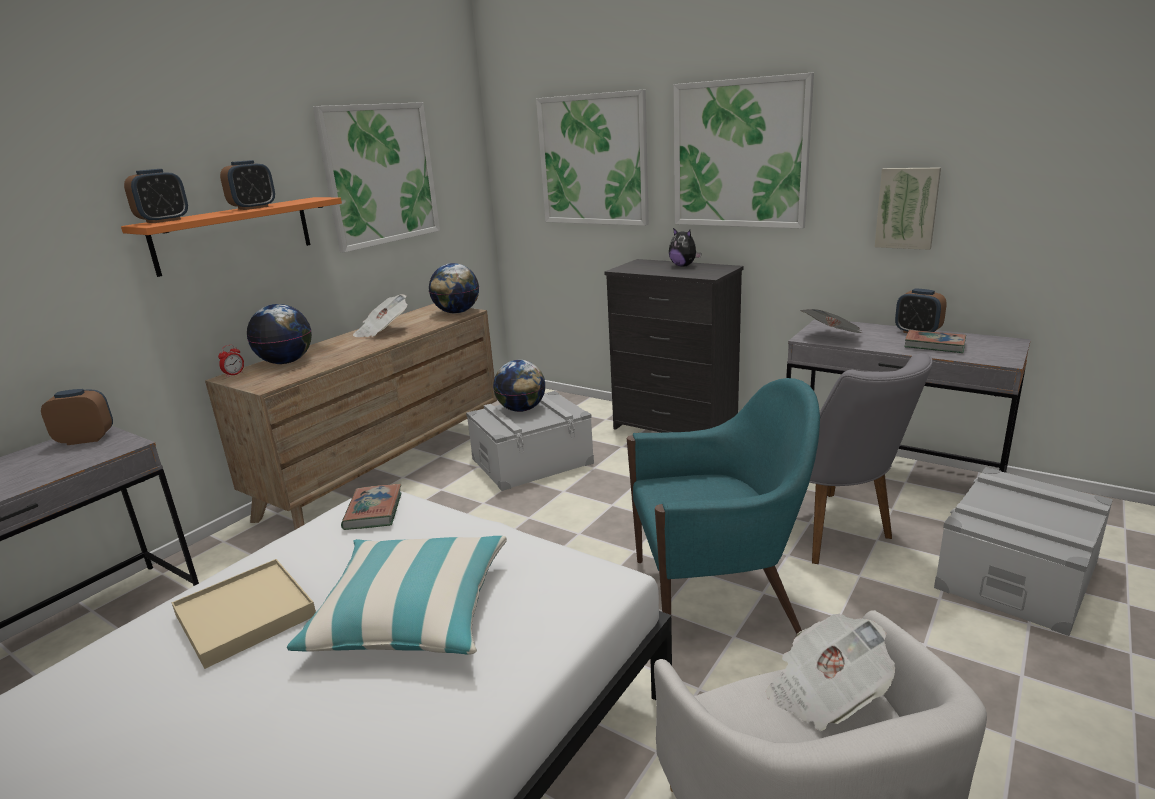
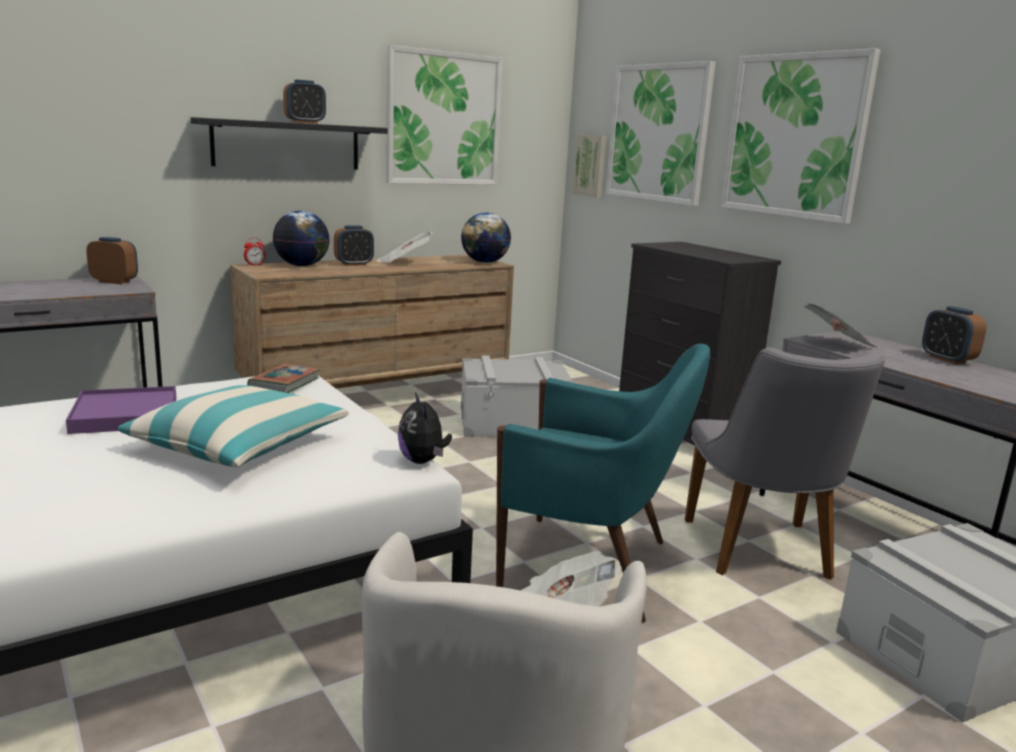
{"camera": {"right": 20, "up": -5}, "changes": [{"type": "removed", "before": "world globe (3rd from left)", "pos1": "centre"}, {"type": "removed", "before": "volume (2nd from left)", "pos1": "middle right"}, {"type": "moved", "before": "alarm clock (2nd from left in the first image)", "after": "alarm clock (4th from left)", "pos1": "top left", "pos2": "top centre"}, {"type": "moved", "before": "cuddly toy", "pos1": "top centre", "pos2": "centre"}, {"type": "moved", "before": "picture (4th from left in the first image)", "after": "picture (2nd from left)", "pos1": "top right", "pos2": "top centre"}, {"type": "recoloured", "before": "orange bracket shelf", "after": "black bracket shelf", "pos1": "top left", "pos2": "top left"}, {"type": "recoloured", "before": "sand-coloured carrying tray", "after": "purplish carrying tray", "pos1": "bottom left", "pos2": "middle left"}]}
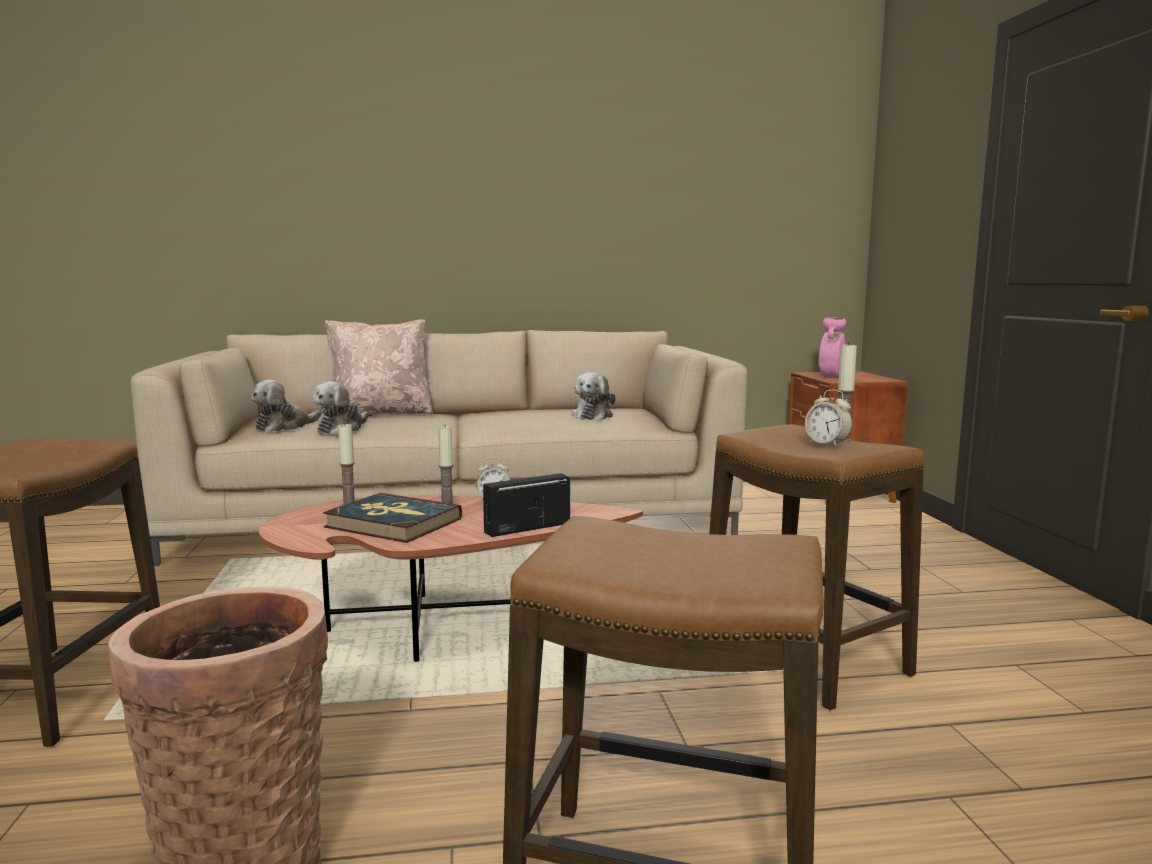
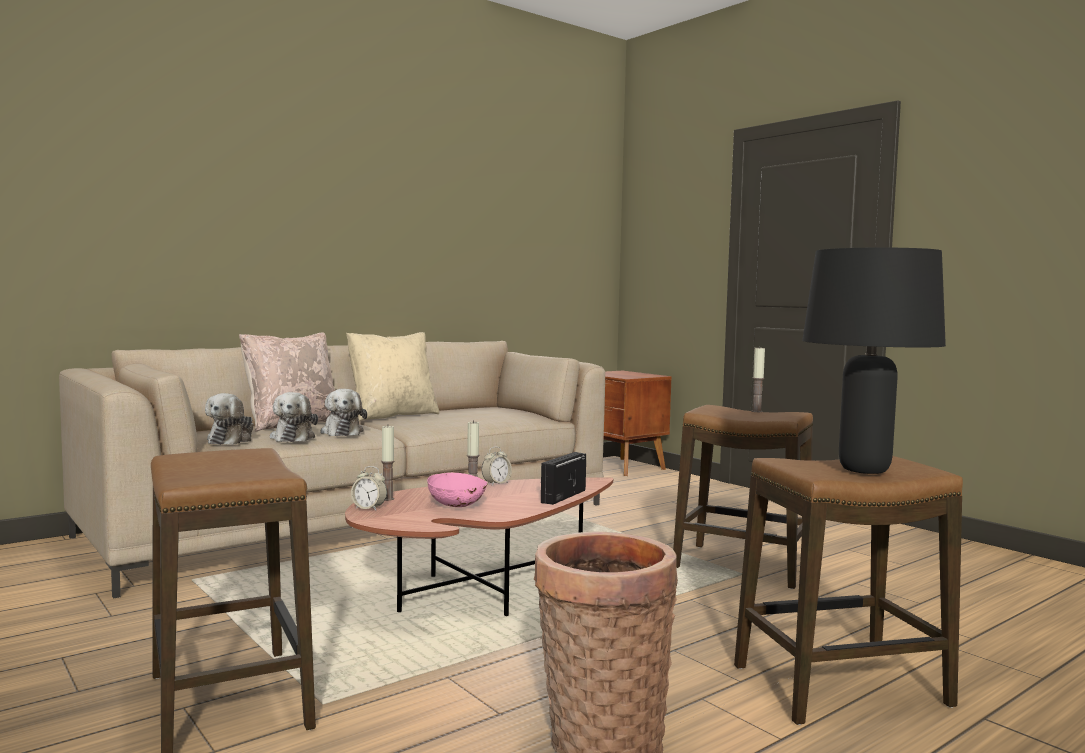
{"camera": {"right": -30, "up": -5}, "changes": [{"type": "removed", "before": "pinkish flower vase", "pos1": "middle right"}, {"type": "added", "after": "sand-coloured cushion (2nd from left)", "pos2": "centre"}, {"type": "added", "after": "black tabletop lamp", "pos2": "middle right"}, {"type": "moved", "before": "cuddly toy (3rd from left)", "pos1": "centre", "pos2": "middle left"}, {"type": "moved", "before": "alarm clock (2nd from left in the first image)", "after": "alarm clock (1st from left)", "pos1": "middle right", "pos2": "centre"}, {"type": "replaced", "before": "volume", "after": "pinkish bowl", "pos1": "centre", "pos2": "centre"}]}
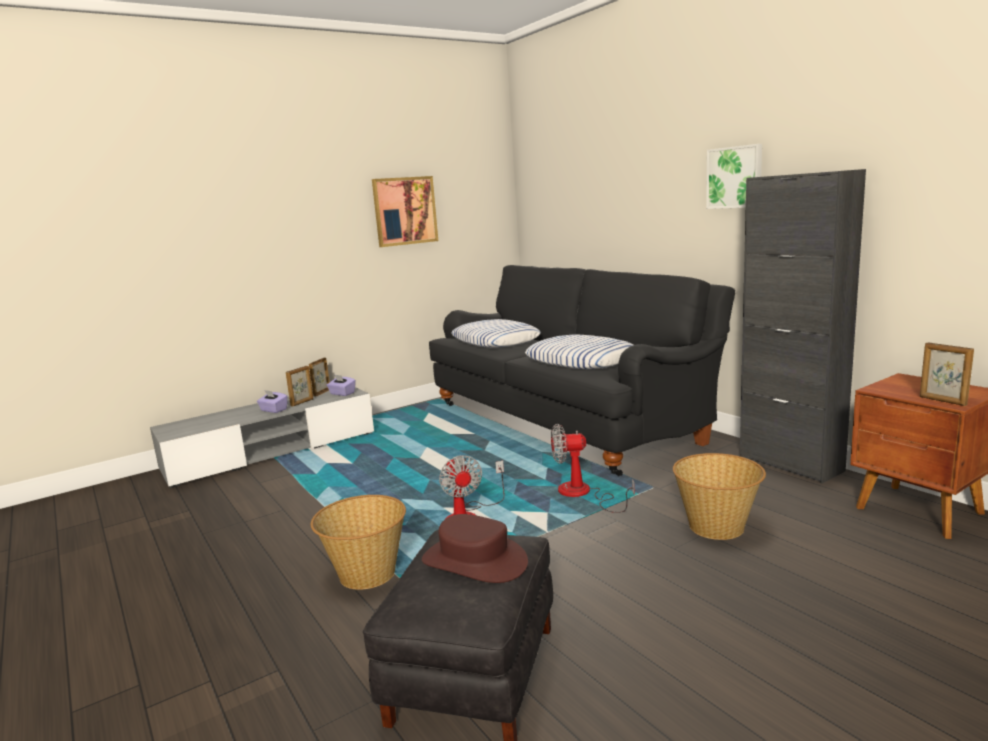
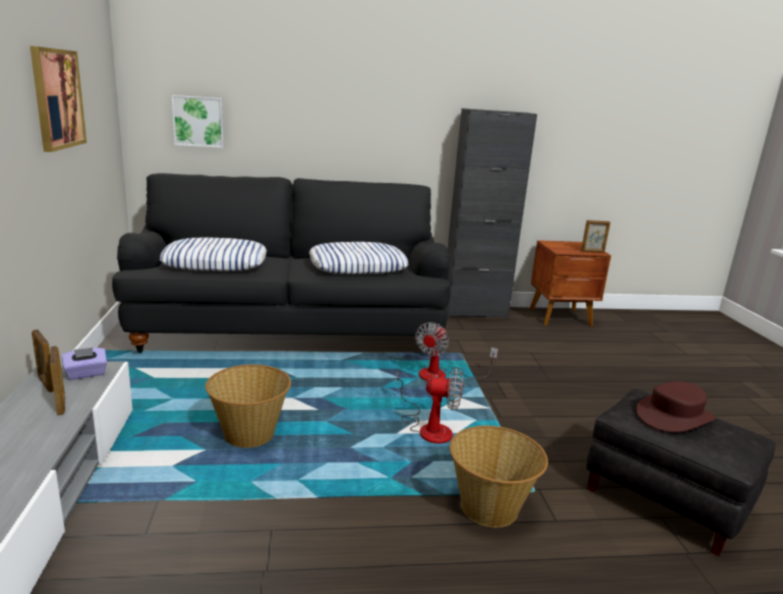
{"camera": {"right": -65, "up": 5}, "changes": [{"type": "removed", "before": "purplish tissue holder (1st from left)", "pos1": "middle left"}, {"type": "moved", "before": "household basket (2nd from left in the first image)", "after": "household basket (1st from left)", "pos1": "bottom right", "pos2": "bottom left"}, {"type": "moved", "before": "picture (2nd from left)", "pos1": "top right", "pos2": "top left"}]}
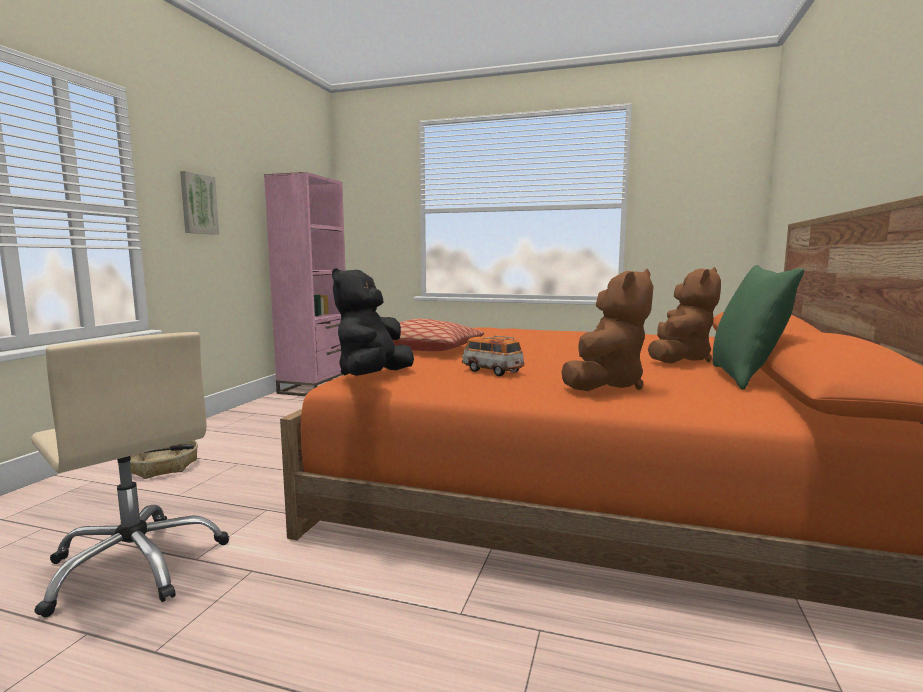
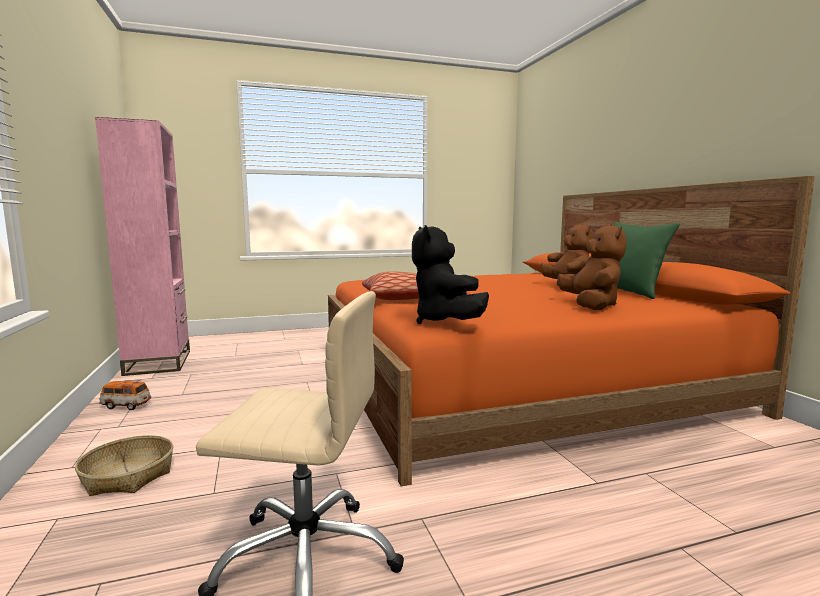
{"camera": {"right": -35, "up": 0}, "changes": [{"type": "removed", "before": "picture", "pos1": "top left"}, {"type": "moved", "before": "model car", "pos1": "centre", "pos2": "middle left"}]}
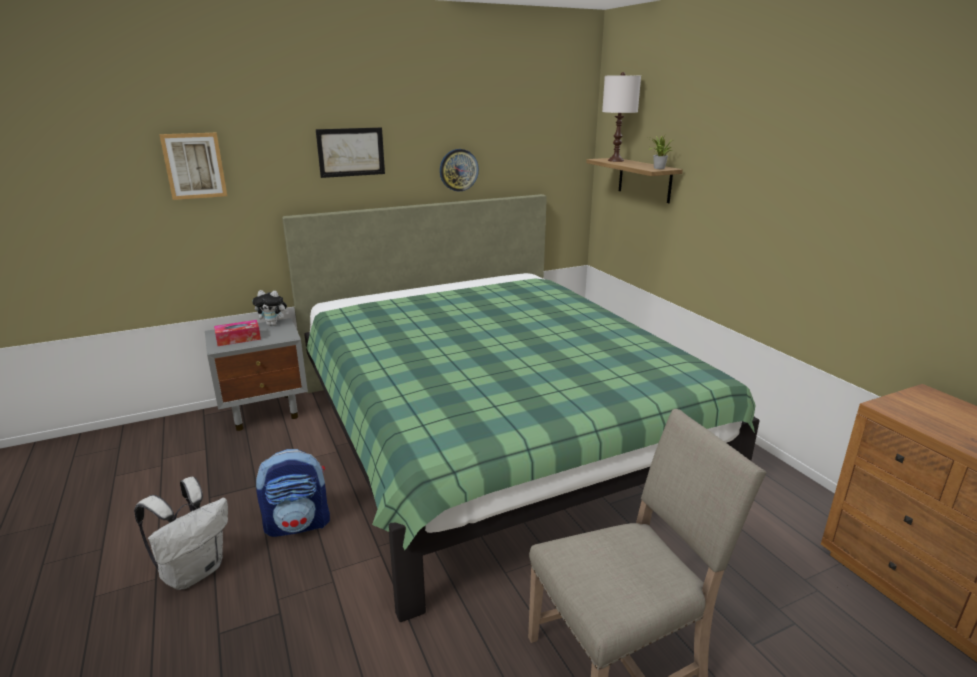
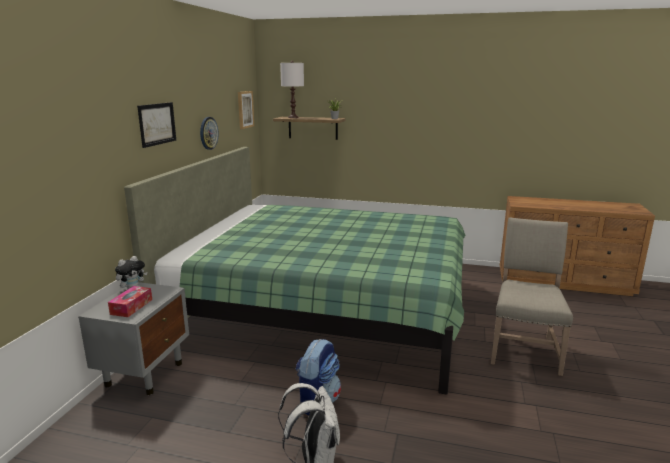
{"camera": {"right": -50, "up": -5}, "changes": [{"type": "moved", "before": "picture (1st from left in the first image)", "after": "picture (2nd from left)", "pos1": "top left", "pos2": "top centre"}]}
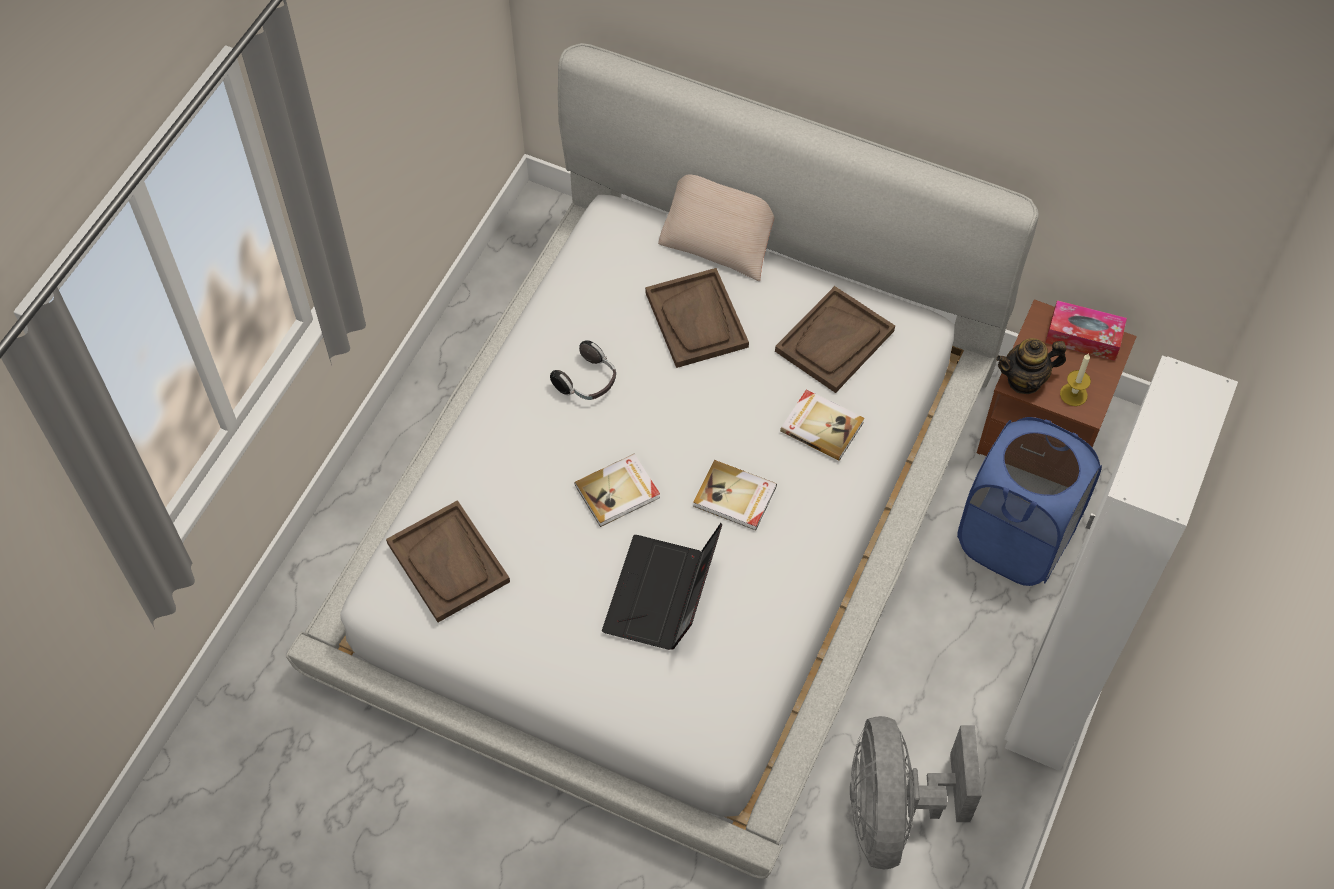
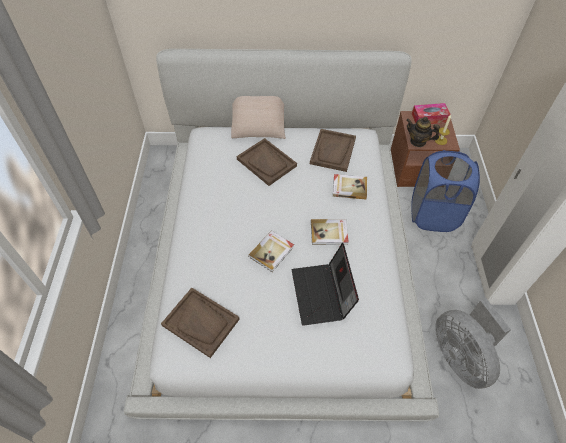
{"camera": {"right": -25, "up": -5}, "changes": [{"type": "removed", "before": "headphones", "pos1": "centre"}, {"type": "turned", "before": "pot for tea", "pos1": "middle right", "pos2": "top right", "turn": 60}]}
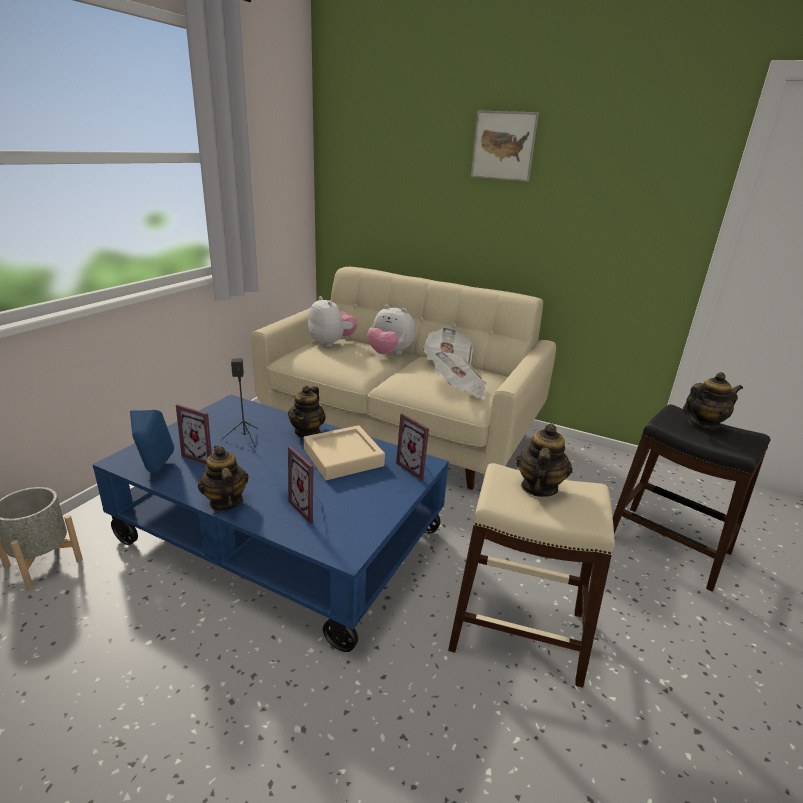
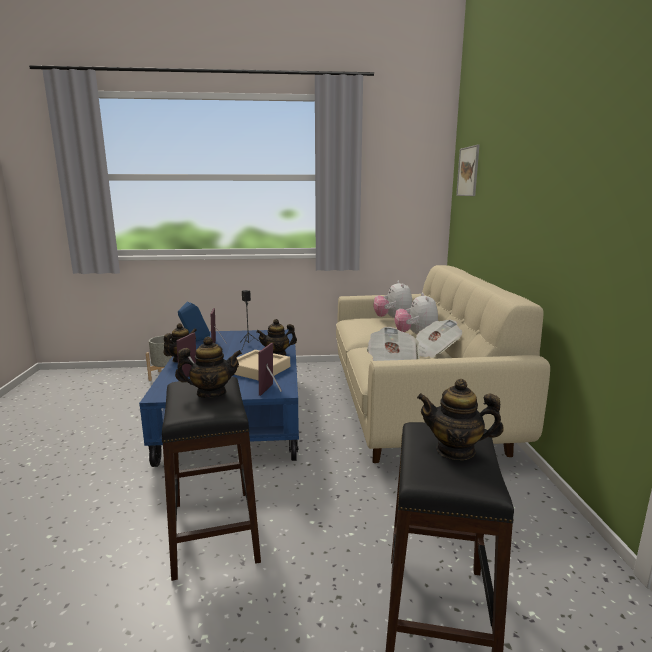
{"camera": {"right": 60, "up": -10}, "changes": [{"type": "moved", "before": "picture", "pos1": "top centre", "pos2": "top right"}, {"type": "recoloured", "before": "sand-coloured stool seat", "after": "black stool seat (1st from left)", "pos1": "bottom centre", "pos2": "bottom left"}, {"type": "turned", "before": "cuddly toy (1st from left)", "pos1": "centre", "pos2": "centre", "turn": 150}, {"type": "turned", "before": "pot for tea (4th from left)", "pos1": "middle right", "pos2": "middle right", "turn": 150}]}
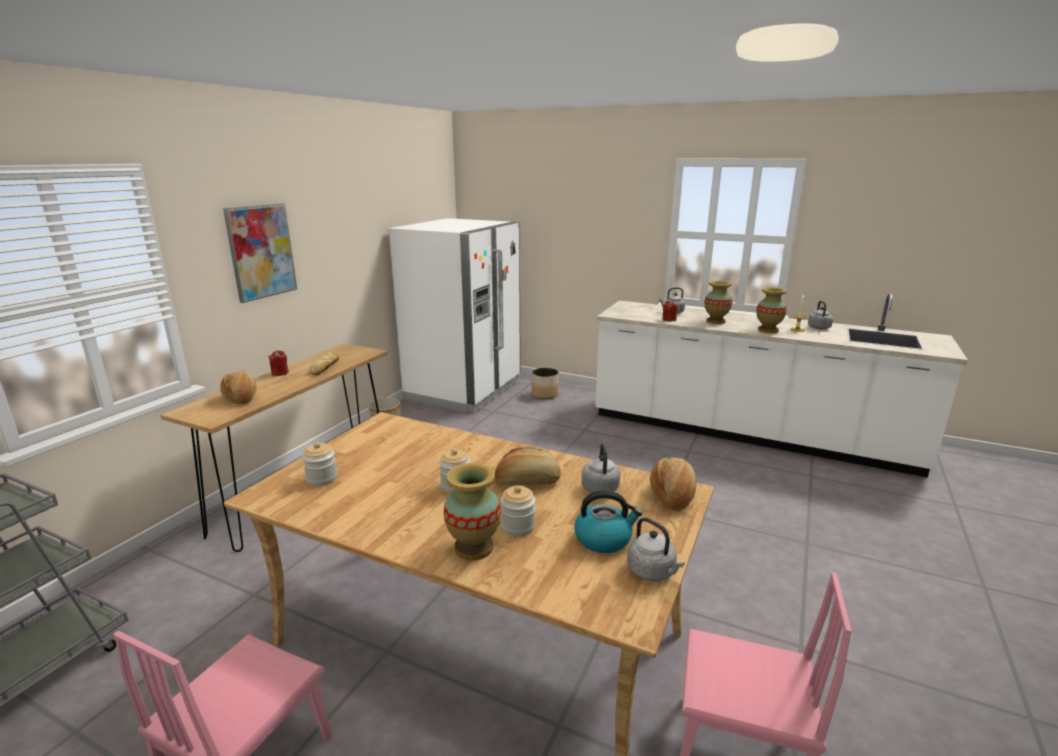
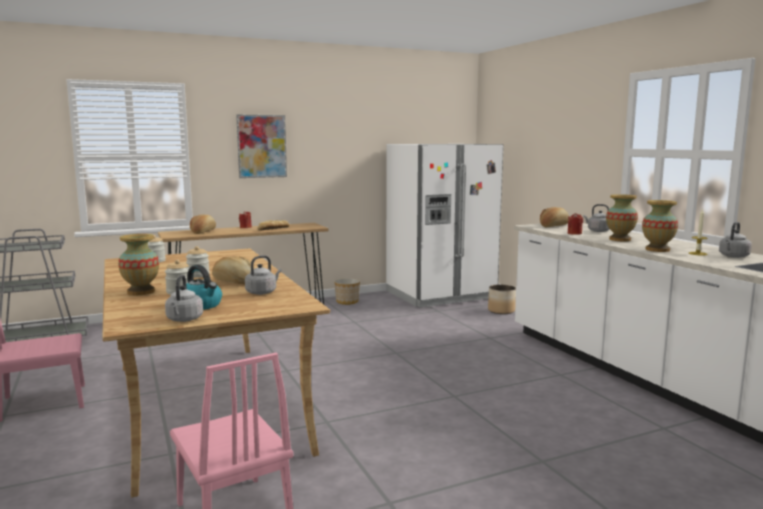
{"camera": {"right": 40, "up": -10}, "changes": [{"type": "moved", "before": "bakery bread (4th from left)", "pos1": "centre", "pos2": "middle right"}]}
